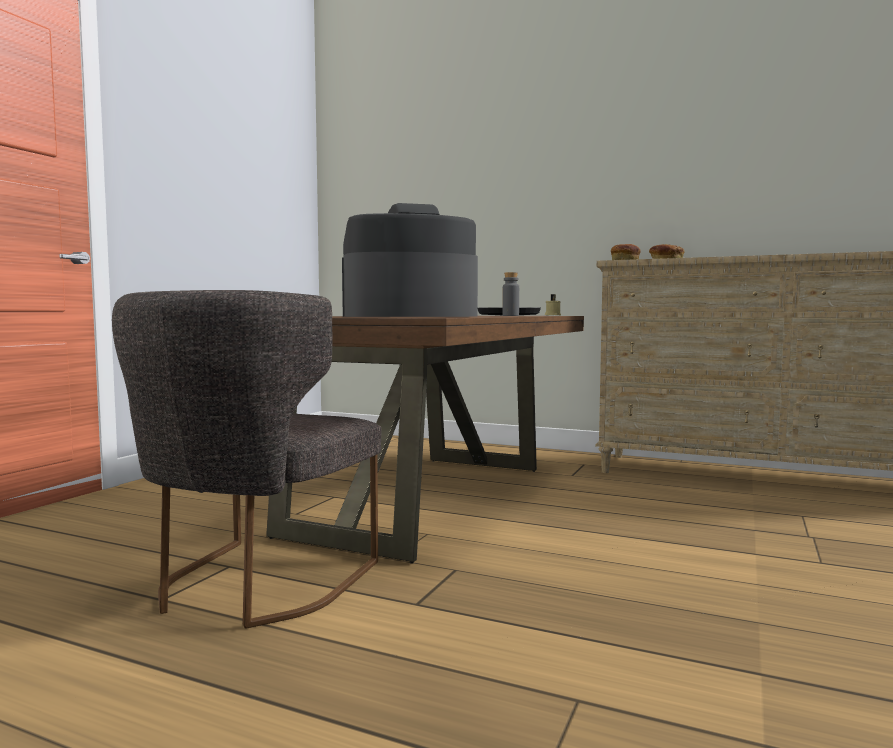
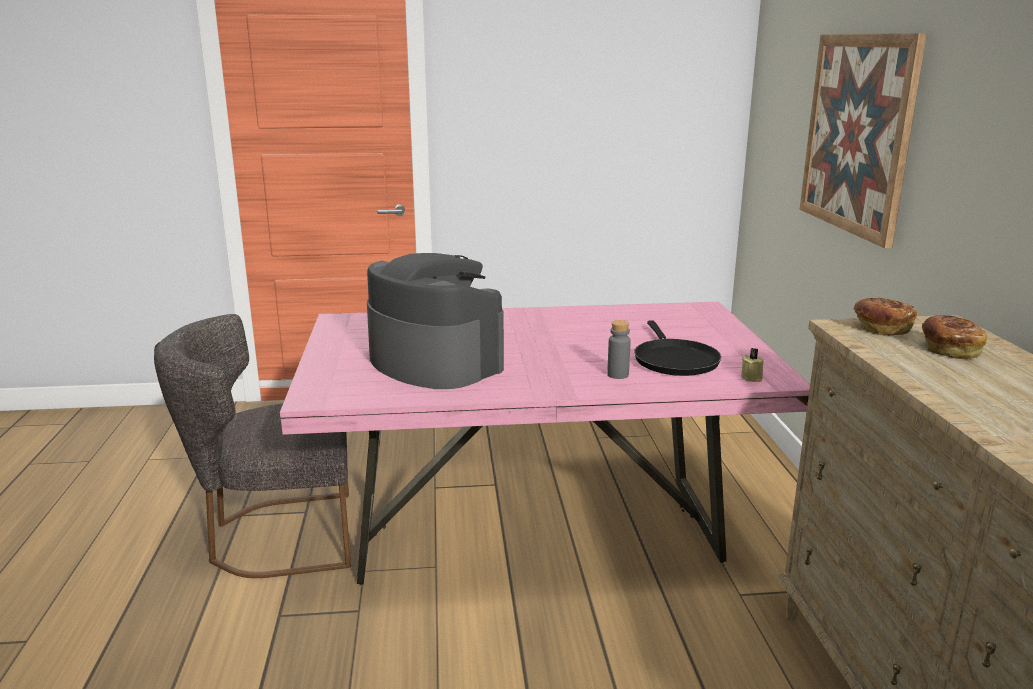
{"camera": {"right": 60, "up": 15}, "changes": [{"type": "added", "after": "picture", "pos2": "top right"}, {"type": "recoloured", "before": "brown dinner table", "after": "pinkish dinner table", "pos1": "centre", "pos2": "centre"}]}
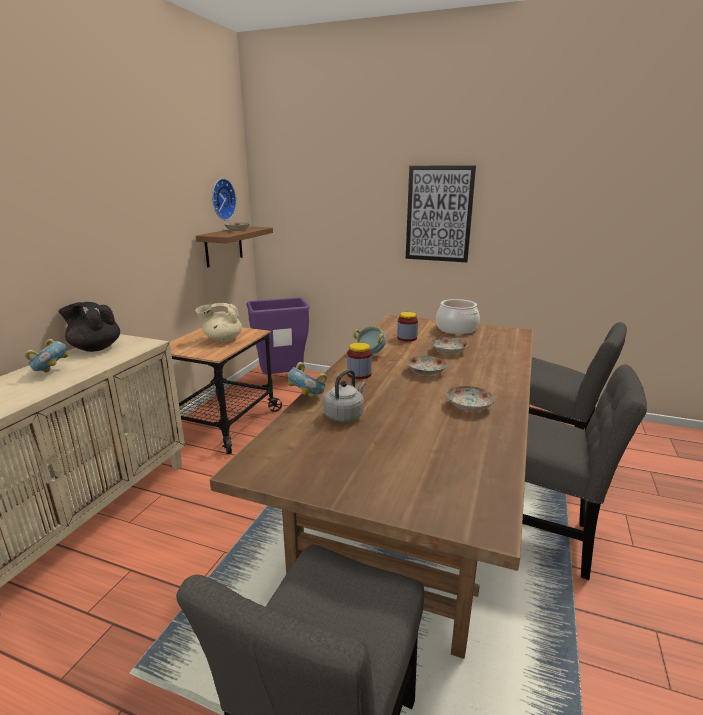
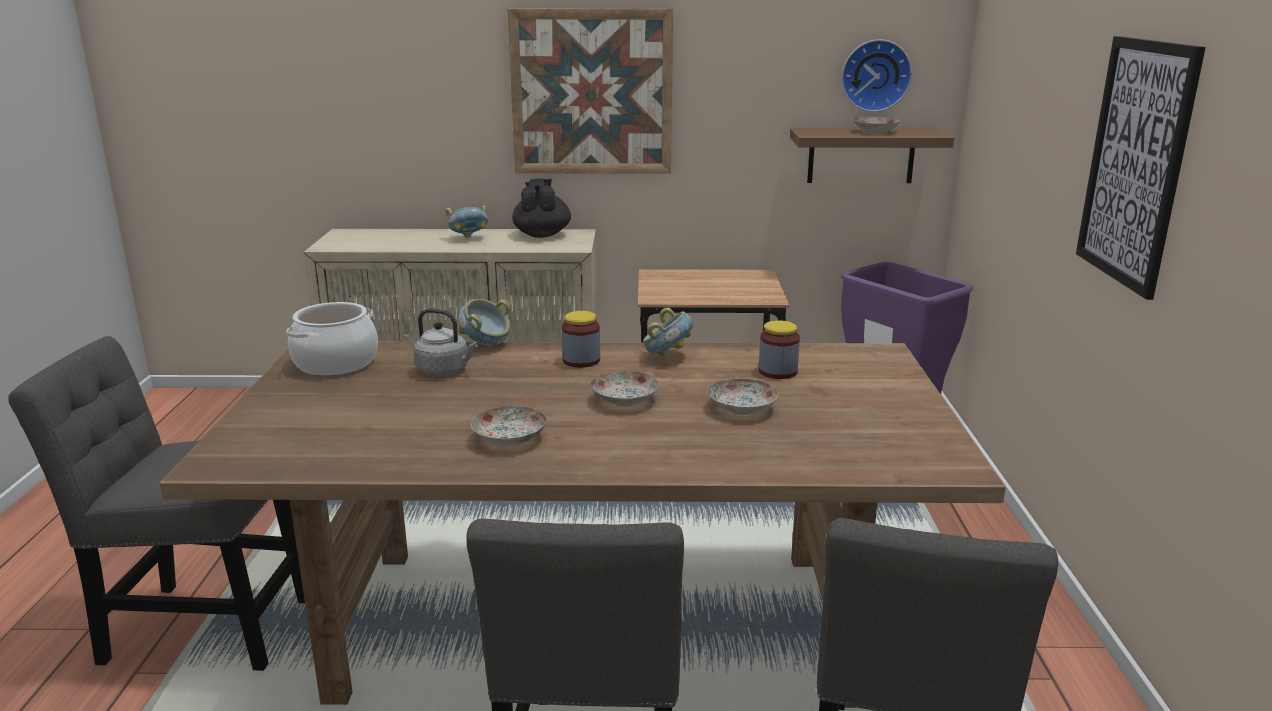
{"camera": {"right": 70, "up": 0}, "changes": [{"type": "removed", "before": "sand-coloured pot for tea", "pos1": "middle left"}, {"type": "added", "after": "picture (1st from left)", "pos2": "top centre"}, {"type": "moved", "before": "cooking pot", "pos1": "centre", "pos2": "middle left"}]}
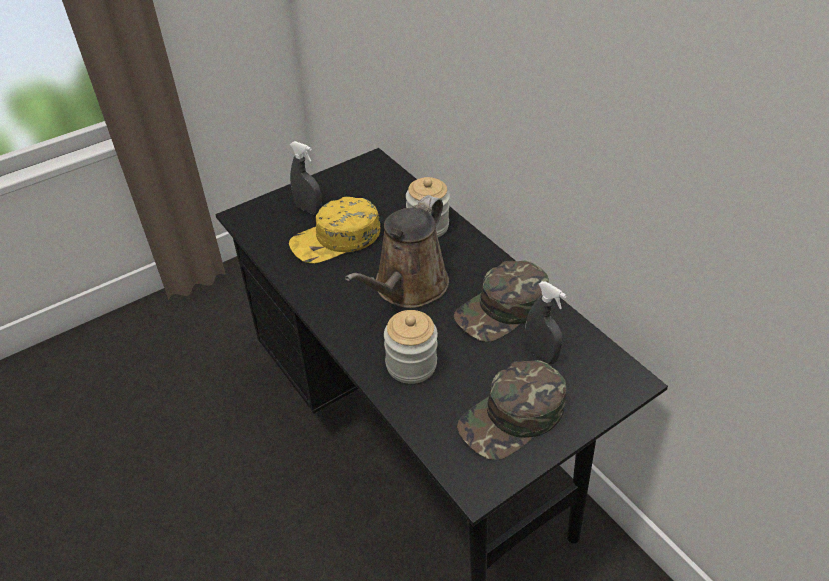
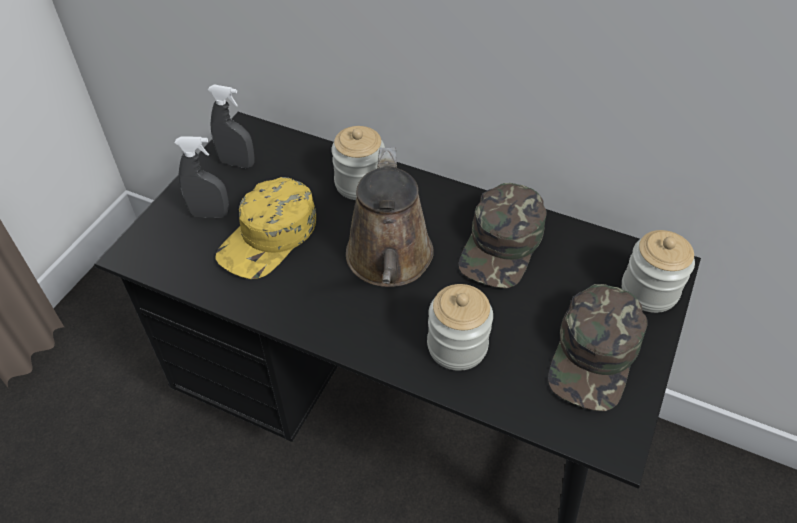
{"camera": {"right": -30, "up": 5}, "changes": [{"type": "added", "after": "storage jar (3rd from left)", "pos2": "middle right"}, {"type": "moved", "before": "grey hand sprayer (2nd from left)", "pos1": "centre", "pos2": "top left"}]}
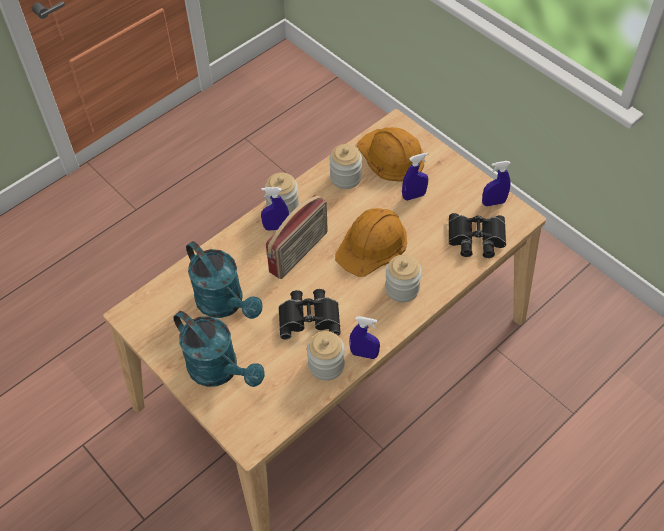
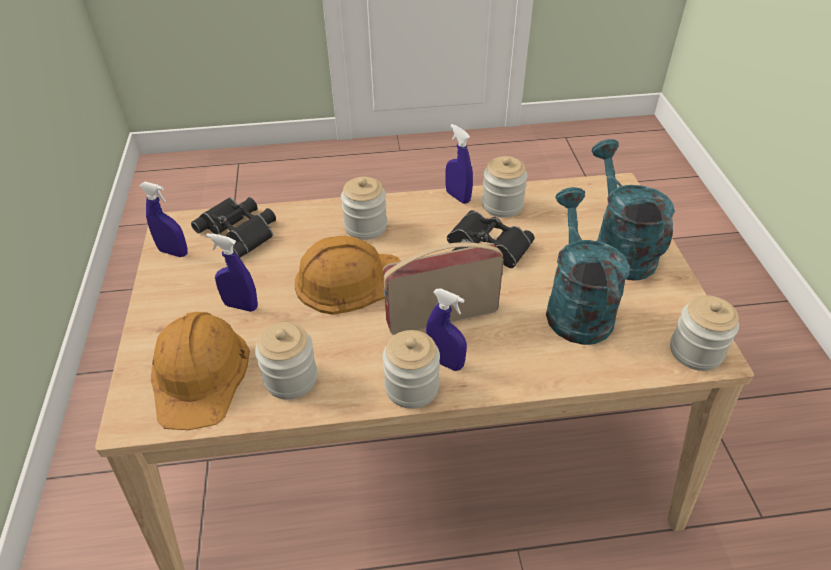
{"camera": {"right": -145, "up": -10}, "changes": [{"type": "added", "after": "storage jar (5th from left)", "pos2": "middle right"}]}
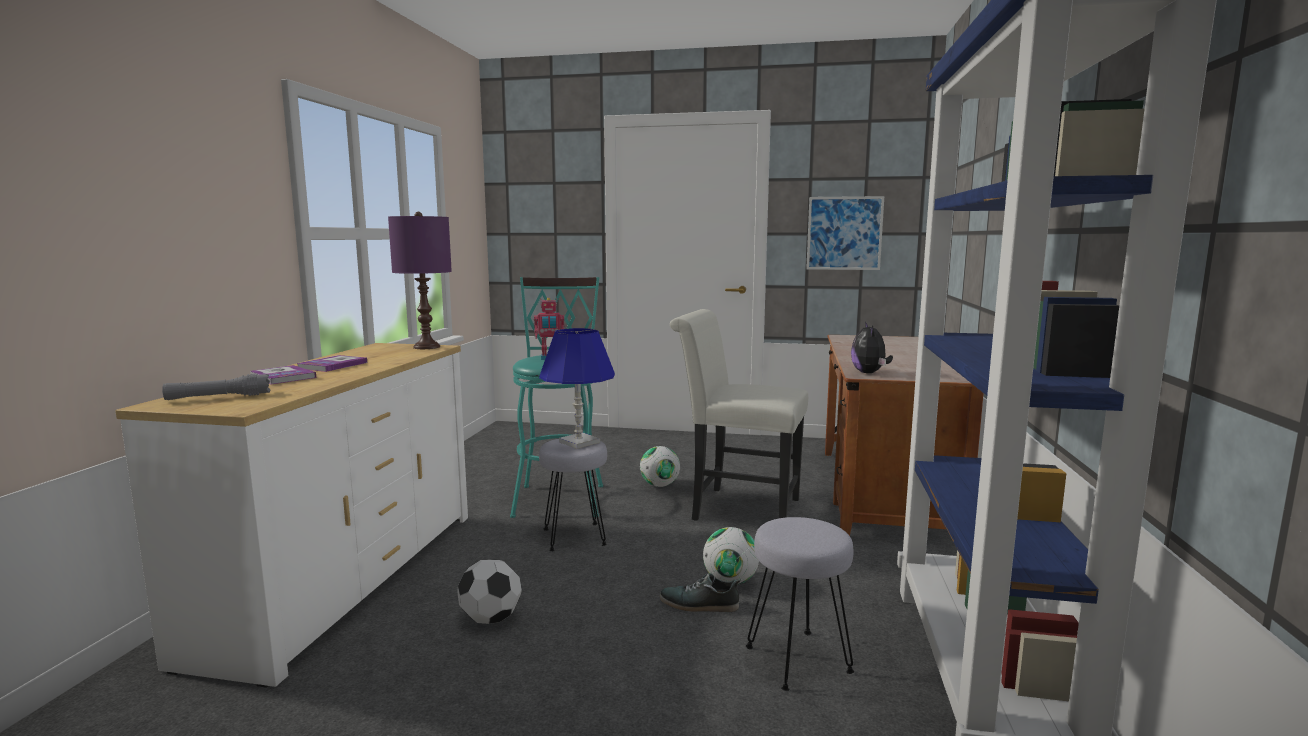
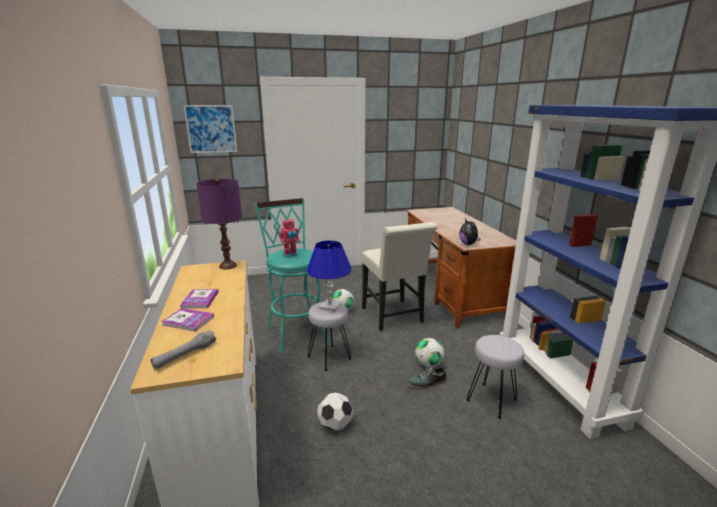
{"camera": {"right": -25, "up": 10}, "changes": [{"type": "moved", "before": "picture", "pos1": "top centre", "pos2": "top left"}, {"type": "turned", "before": "white-coloured upright chair", "pos1": "centre", "pos2": "centre", "turn": -105}]}
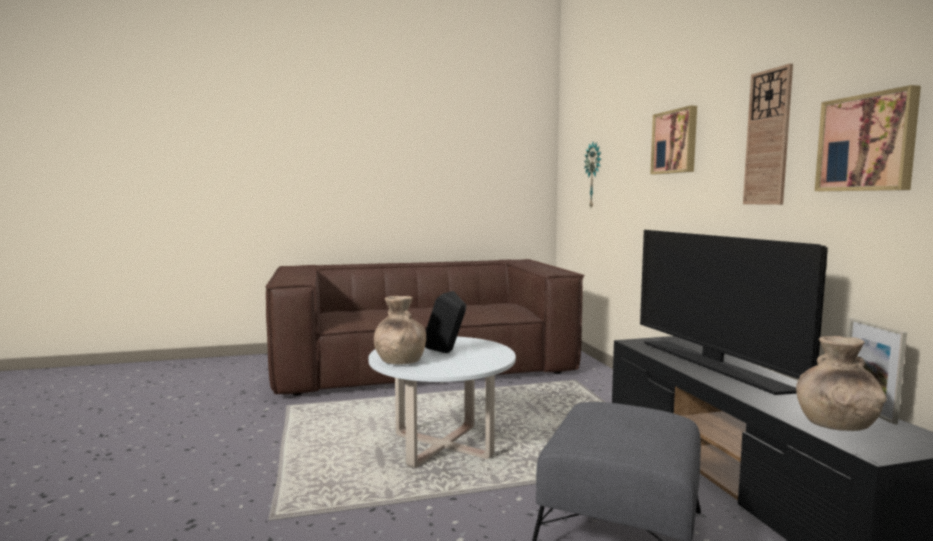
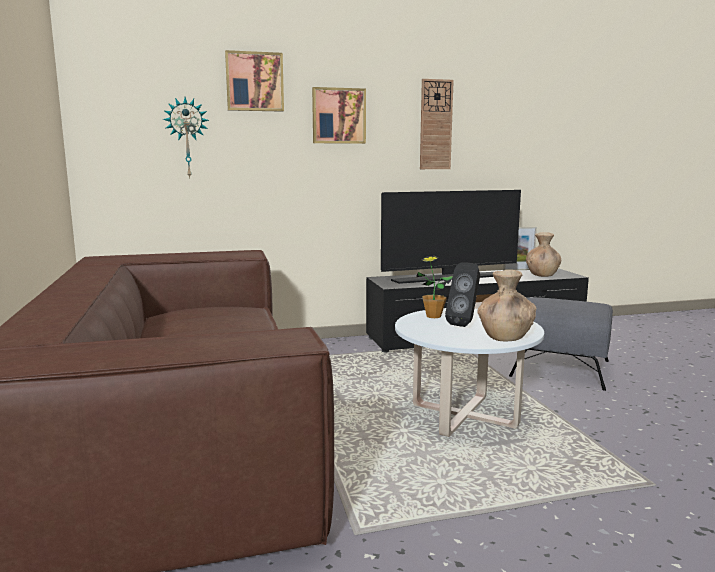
{"camera": {"right": -90, "up": 5}, "changes": [{"type": "added", "after": "plant in a pot", "pos2": "centre"}, {"type": "moved", "before": "picture (2nd from left in the first image)", "after": "picture (1st from left)", "pos1": "top right", "pos2": "top centre"}]}
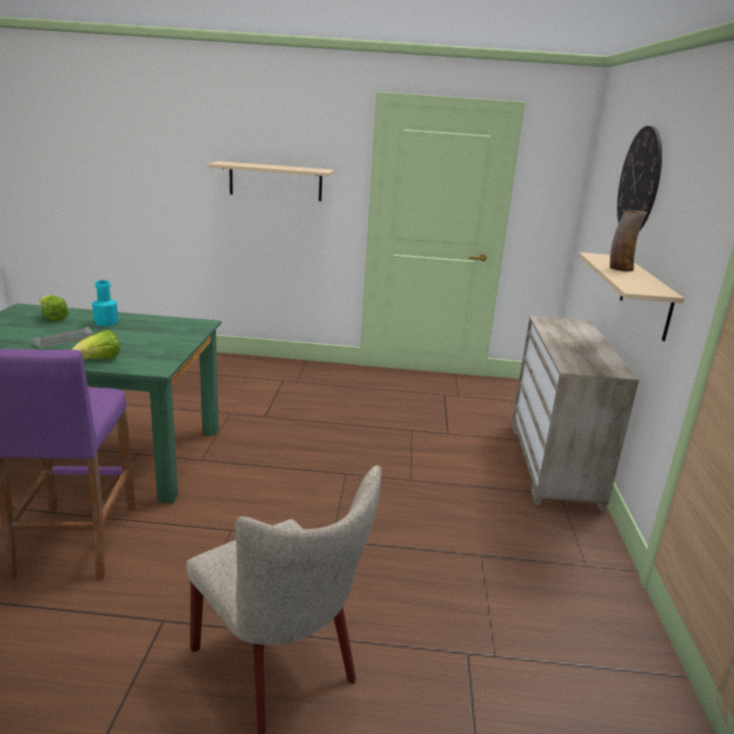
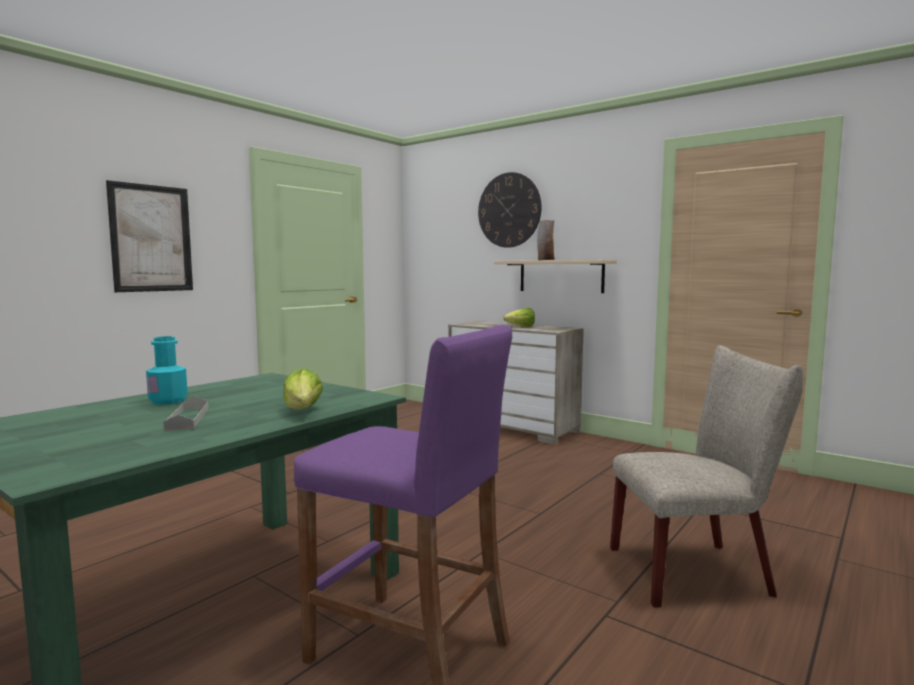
{"camera": {"right": -55, "up": -15}, "changes": [{"type": "moved", "before": "lettuce head (1st from left in the first image)", "after": "lettuce head (2nd from left)", "pos1": "middle left", "pos2": "centre"}, {"type": "replaced", "before": "sand-coloured bracket shelf (1st from left)", "after": "picture", "pos1": "top centre", "pos2": "middle left"}]}
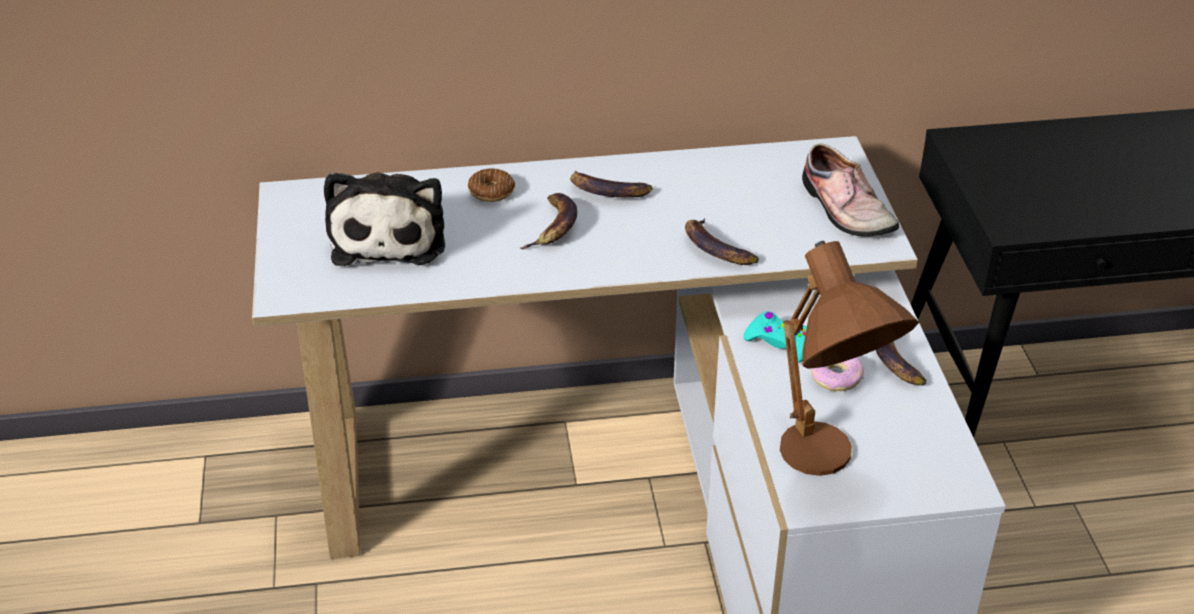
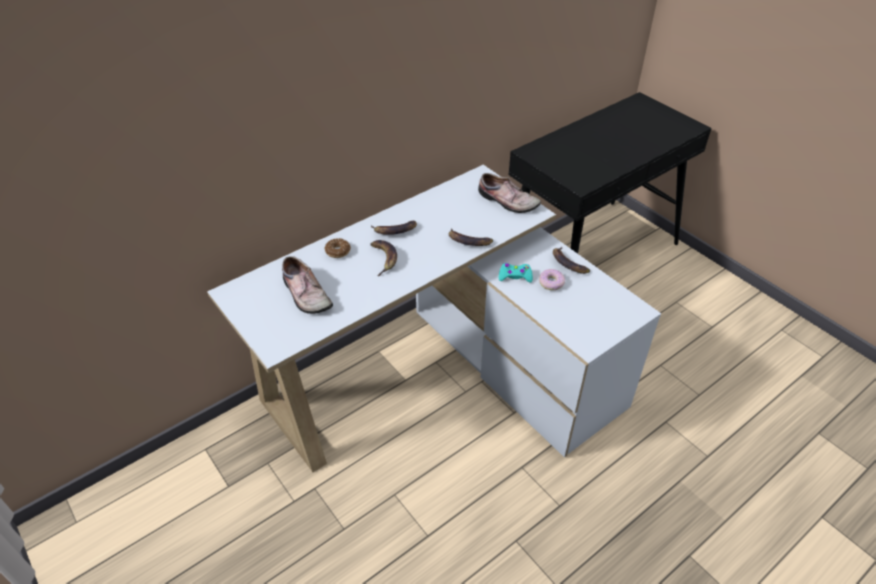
{"camera": {"right": -30, "up": 5}, "changes": [{"type": "removed", "before": "brown tabletop lamp", "pos1": "middle right"}, {"type": "replaced", "before": "cuddly toy", "after": "item of footwear (1st from left)", "pos1": "middle left", "pos2": "centre"}]}
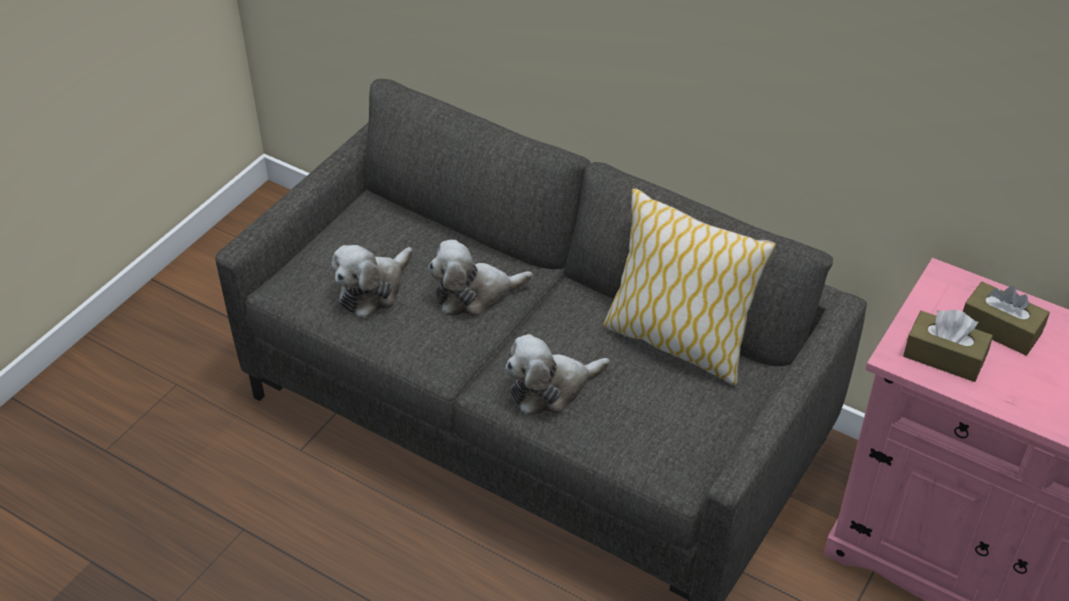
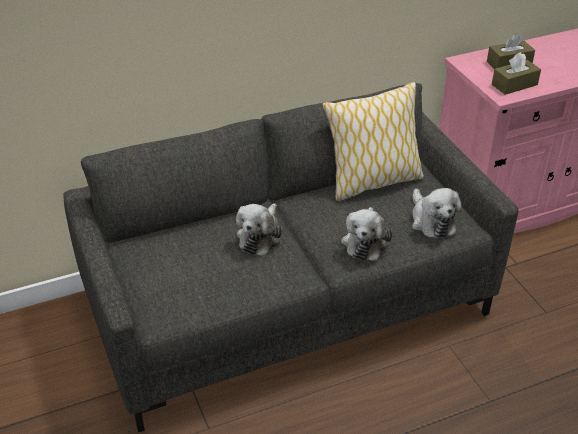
{"camera": {"right": -55, "up": -5}, "changes": [{"type": "moved", "before": "cuddly toy (1st from left in the first image)", "after": "cuddly toy (3rd from left)", "pos1": "centre", "pos2": "middle right"}]}
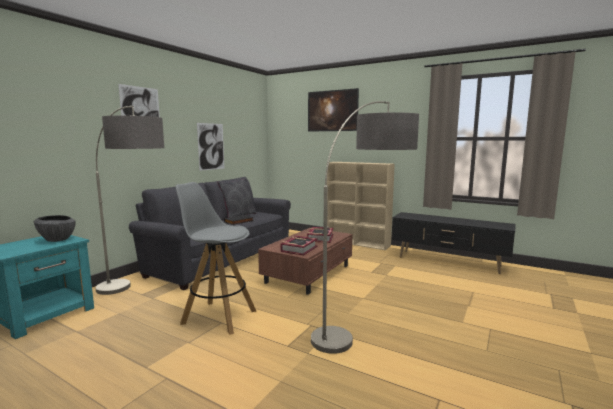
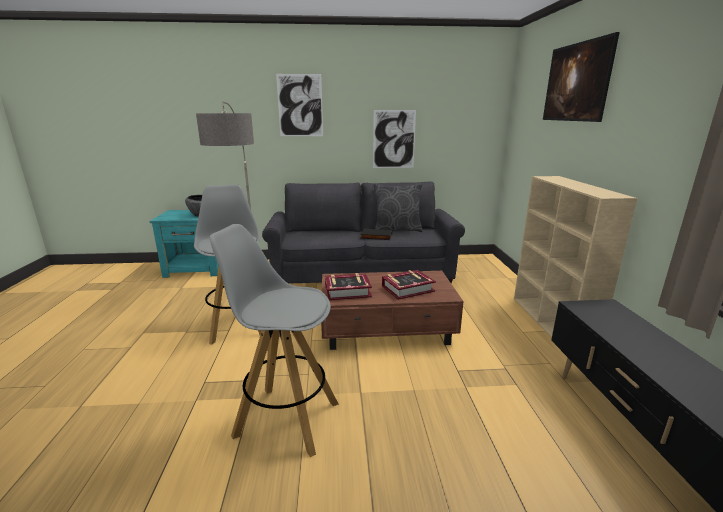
{"camera": {"right": 55, "up": 10}, "changes": [{"type": "replaced", "before": "floor lamp (2nd from left)", "after": "grey stool seat (2nd from left)", "pos1": "centre", "pos2": "centre"}]}
